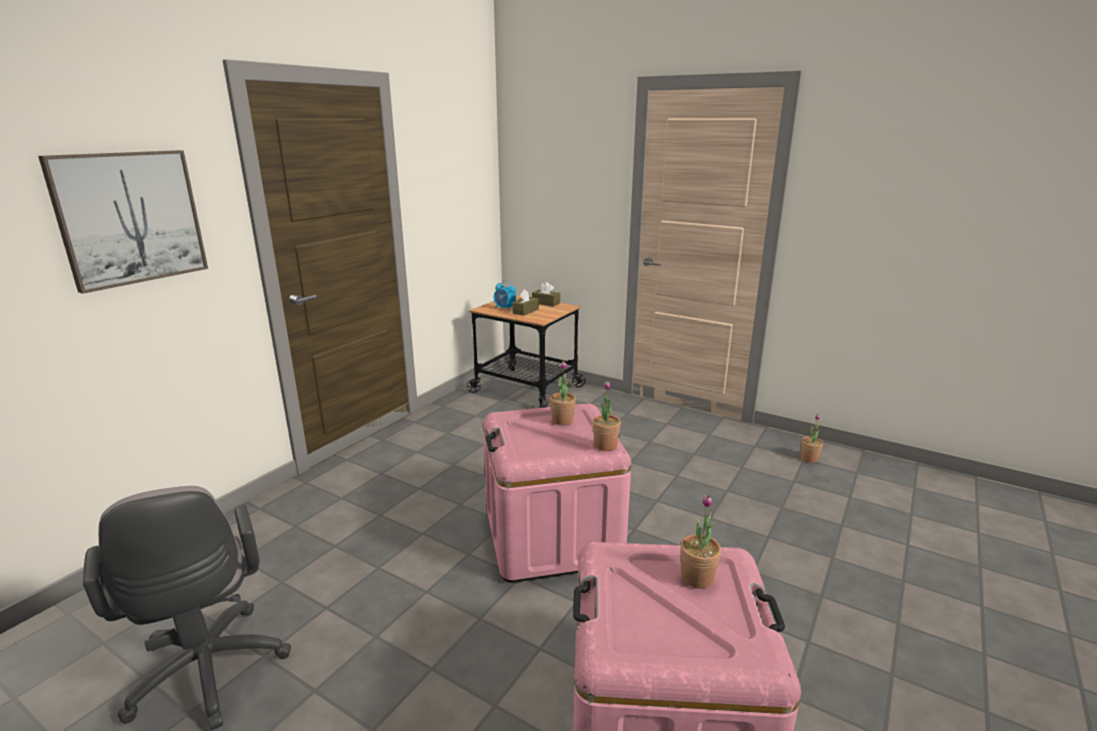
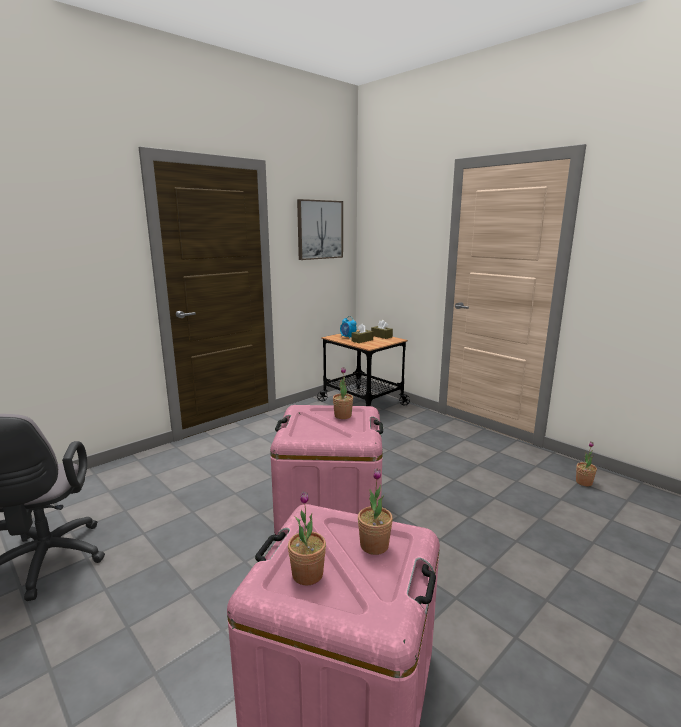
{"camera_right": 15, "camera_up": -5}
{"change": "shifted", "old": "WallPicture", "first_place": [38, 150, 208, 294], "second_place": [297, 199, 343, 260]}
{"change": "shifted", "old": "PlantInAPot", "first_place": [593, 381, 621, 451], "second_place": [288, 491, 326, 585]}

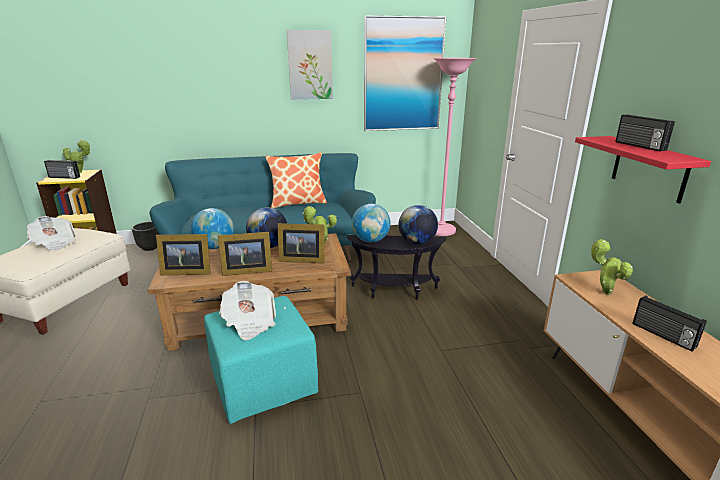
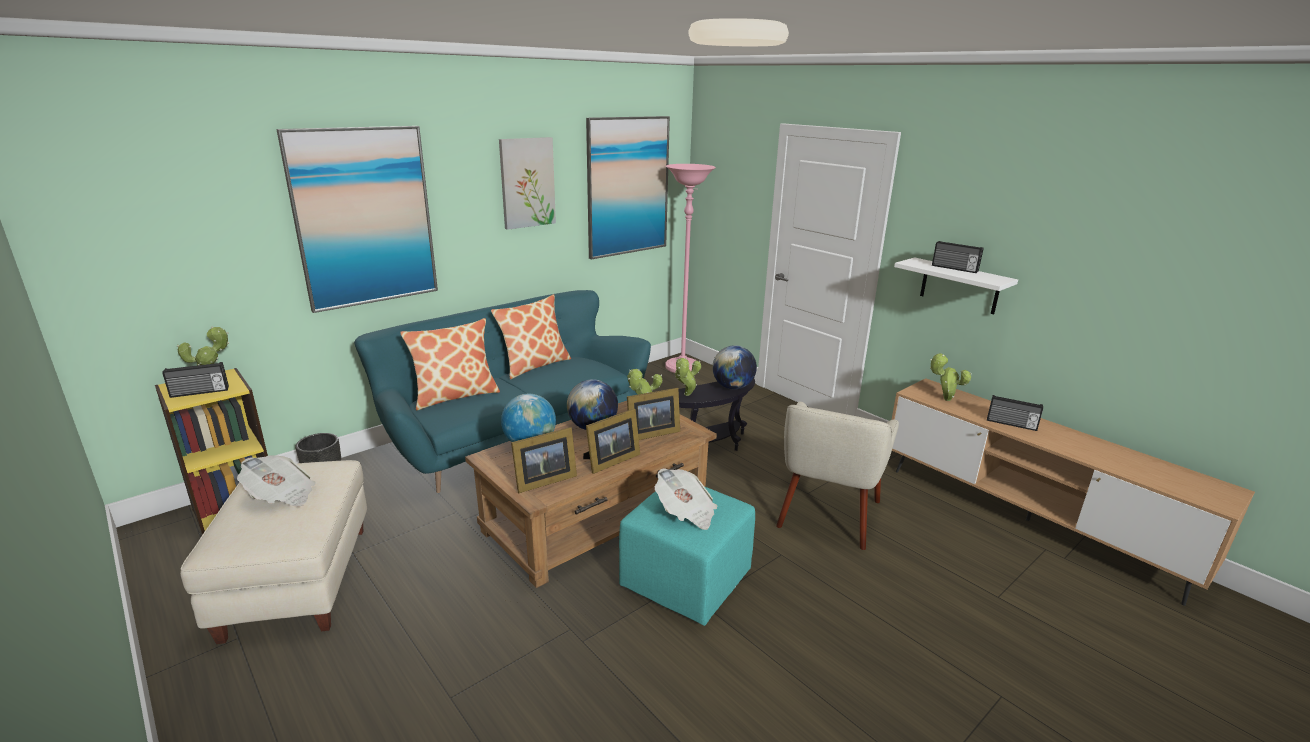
{"camera_right": -30, "camera_up": 0}
{"change": "swapped", "old": "Globe", "new": "PlantInAPot", "first_place": [352, 204, 391, 242], "second_place": [675, 358, 701, 396]}
{"change": "repainted", "old": "ReddishShelf", "new": "WhitishShelf", "first_place": [575, 136, 711, 204], "second_place": [894, 257, 1018, 314]}
{"change": "new", "new": "WallPicture", "second_place": [276, 126, 438, 313]}
{"change": "new", "new": "ThrowPillow", "second_place": [400, 318, 500, 410]}
{"change": "new", "new": "BeigeColouredLoungeChair", "second_place": [776, 401, 899, 550]}

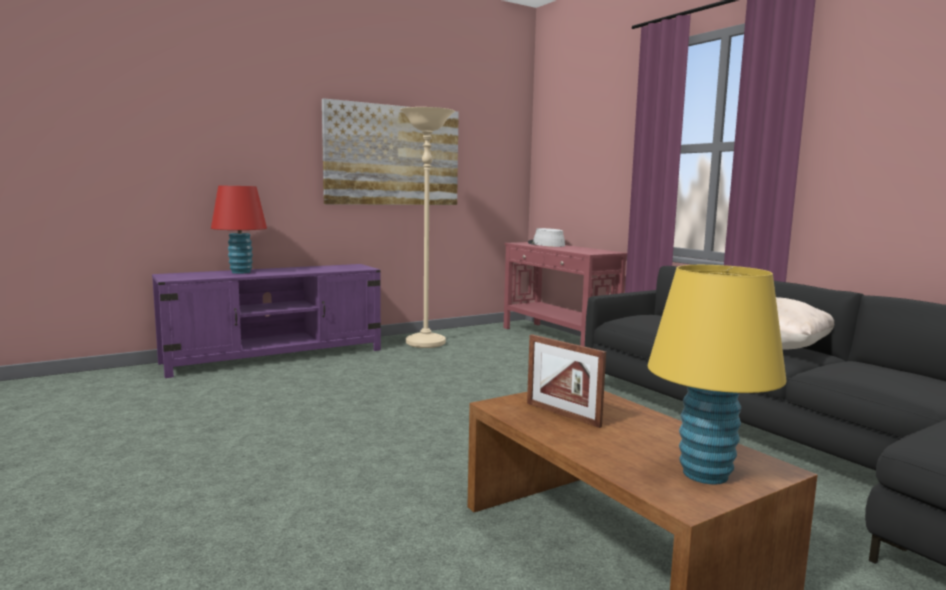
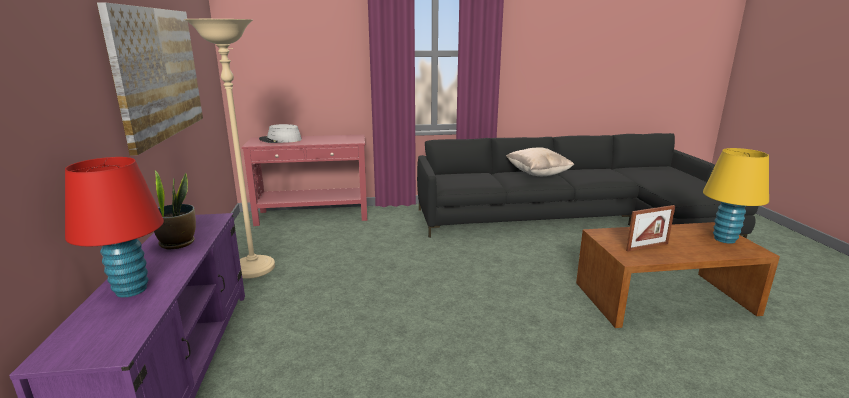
{"camera_right": -65, "camera_up": 10}
{"change": "new", "new": "PlantInAPot", "second_place": [154, 170, 196, 249]}

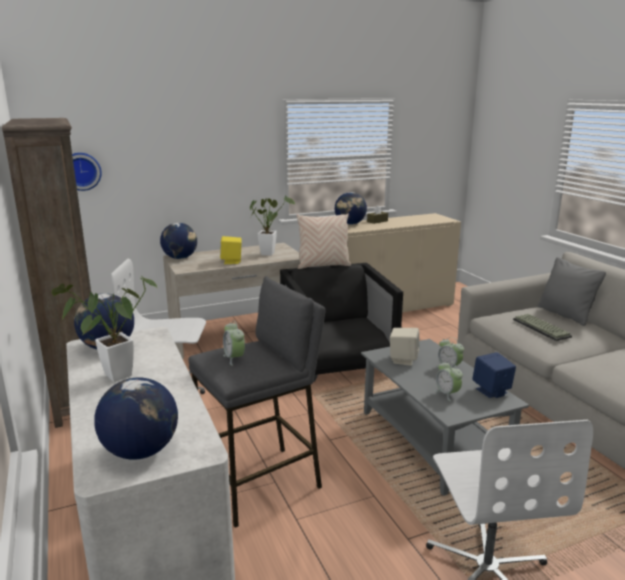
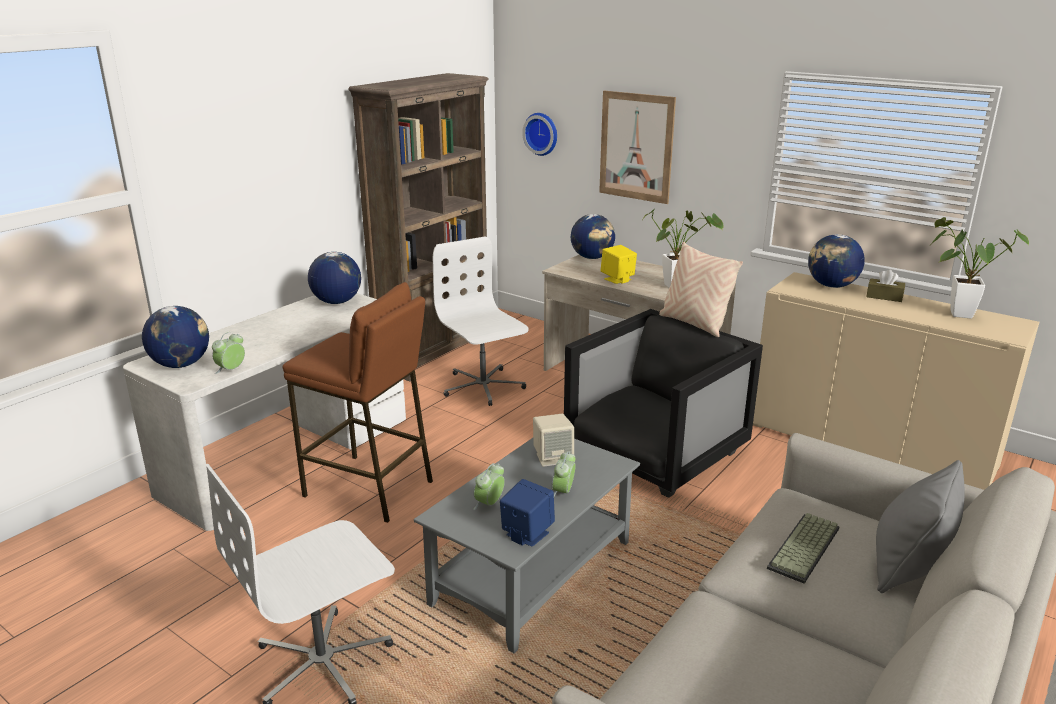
{"camera_right": 60, "camera_up": 5}
{"change": "shifted", "old": "PlantInAPot", "first_place": [52, 276, 157, 382], "second_place": [928, 217, 1029, 319]}
{"change": "repainted", "old": "GreyStool", "new": "BrownStool", "first_place": [188, 276, 326, 528], "second_place": [282, 282, 433, 523]}
{"change": "shifted", "old": "AlarmClock", "first_place": [223, 321, 245, 366], "second_place": [212, 332, 245, 374]}
{"change": "new", "new": "WallPicture", "second_place": [599, 91, 676, 204]}

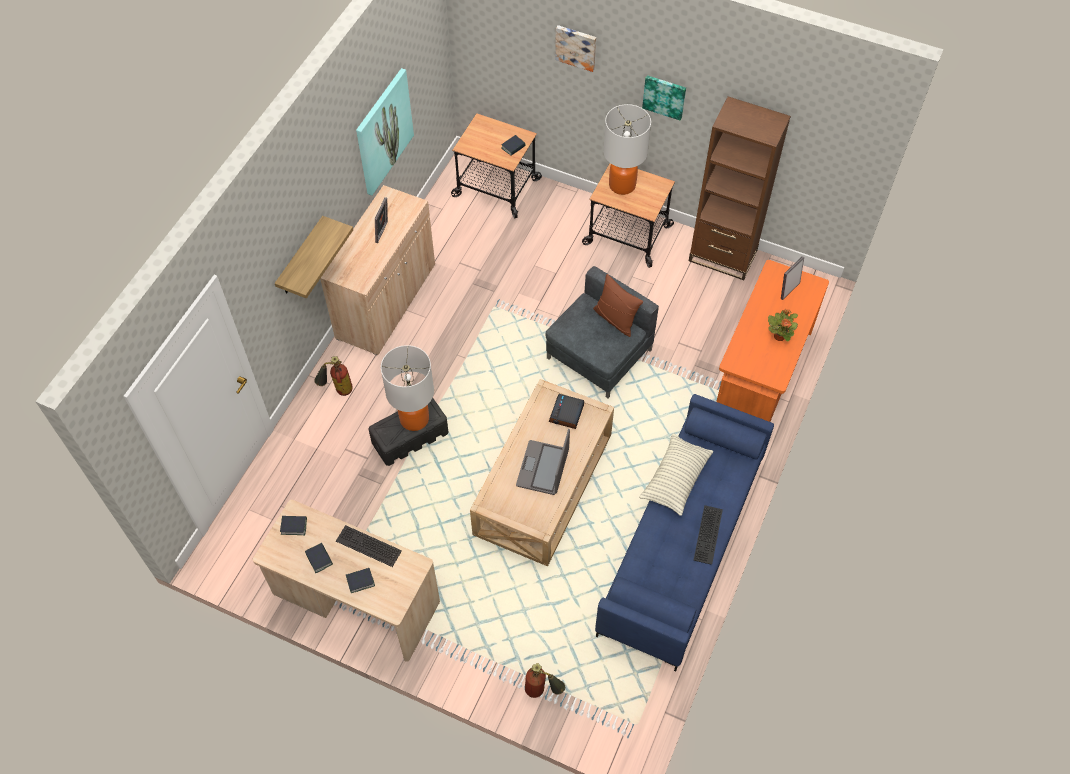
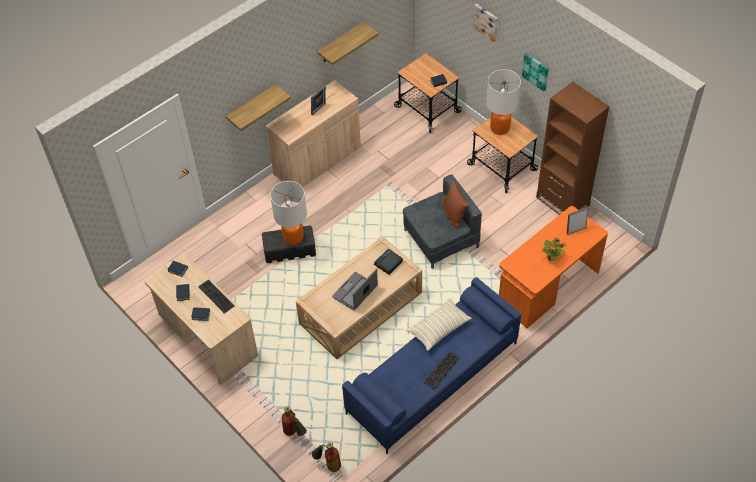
{"camera_right": 25, "camera_up": -5}
{"change": "shifted", "old": "FireExtinguisher", "first_place": [314, 356, 353, 396], "second_place": [312, 442, 341, 472]}
{"change": "swapped", "old": "WallPicture", "new": "Shelf", "first_place": [356, 68, 414, 196], "second_place": [317, 22, 378, 65]}

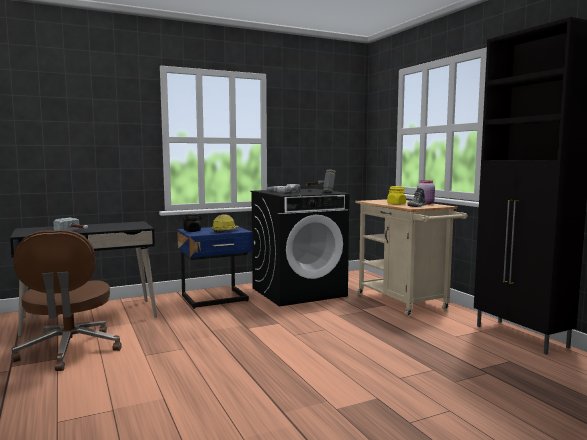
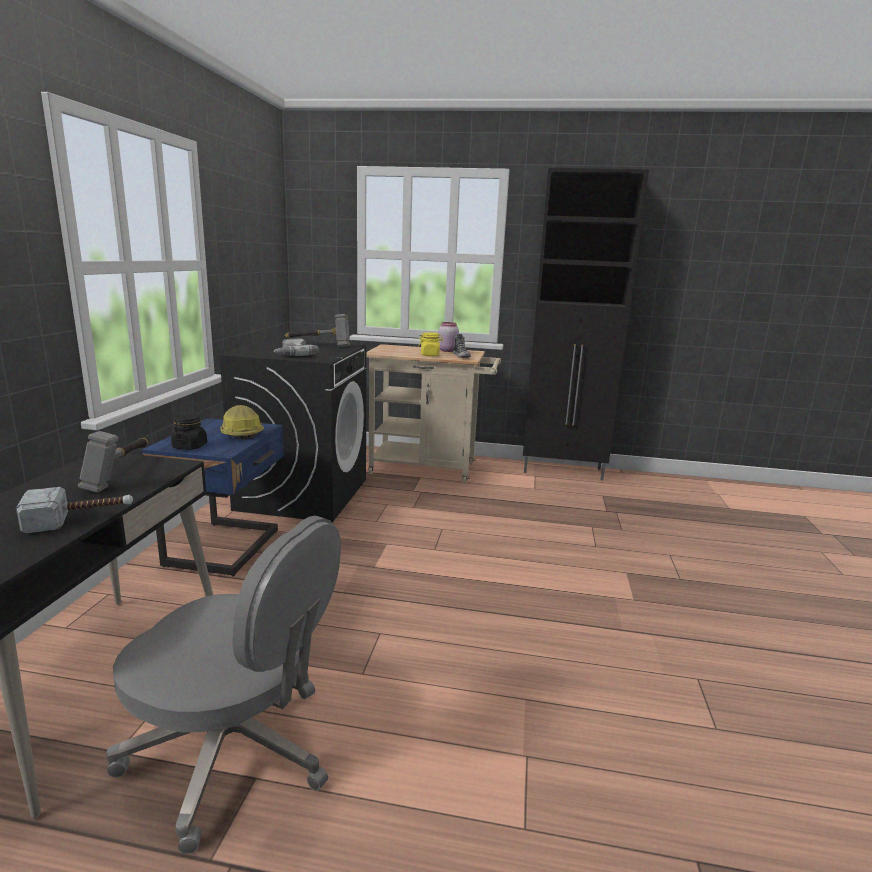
{"camera_right": -55, "camera_up": 10}
{"change": "repainted", "old": "BrownComputerChair", "new": "GreyComputerChair", "first_place": [11, 230, 122, 371], "second_place": [106, 516, 341, 854]}
{"change": "new", "new": "ToolHammer", "second_place": [78, 431, 148, 493]}

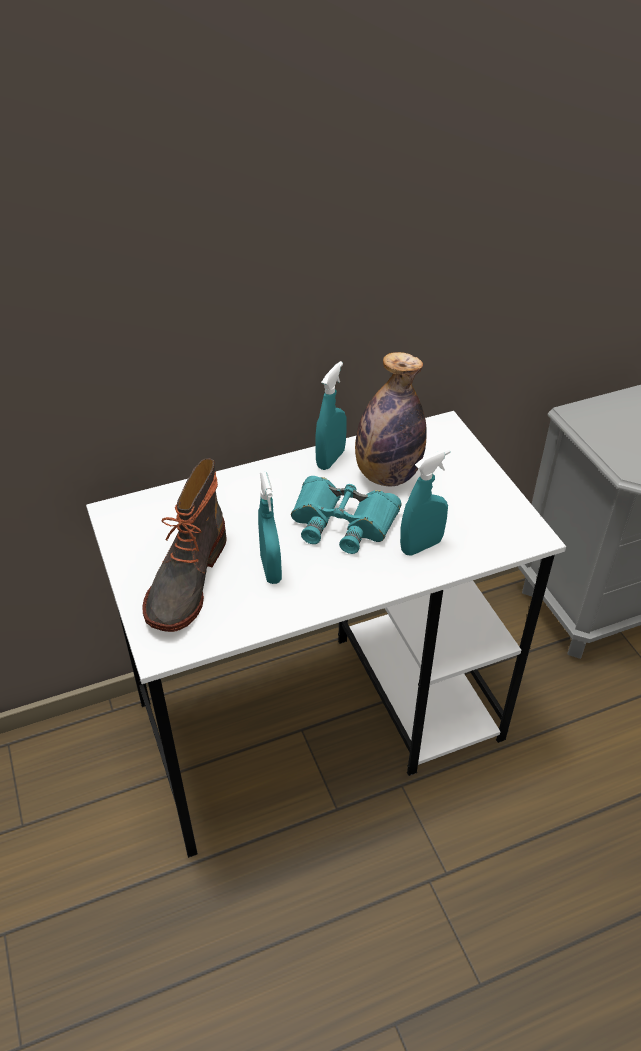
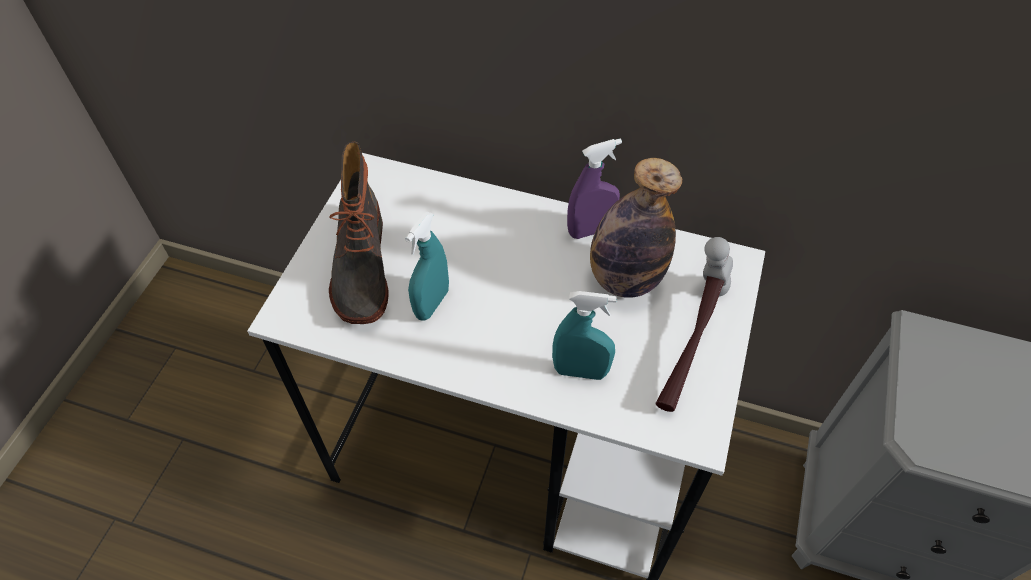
{"camera_right": 40, "camera_up": 10}
{"change": "rotated", "old": "Boot", "first_place": [143, 458, 227, 632], "second_place": [329, 142, 388, 324], "degrees": -60}
{"change": "gone", "old": "TurquoiseColouredBinoculars", "first_place": [291, 476, 402, 554]}
{"change": "repainted", "old": "TurquoiseColouredHandSprayer", "new": "PurpleColouredHandSprayer", "first_place": [315, 361, 347, 470], "second_place": [567, 138, 622, 239]}
{"change": "new", "new": "ToolHammer", "second_place": [656, 237, 733, 412]}

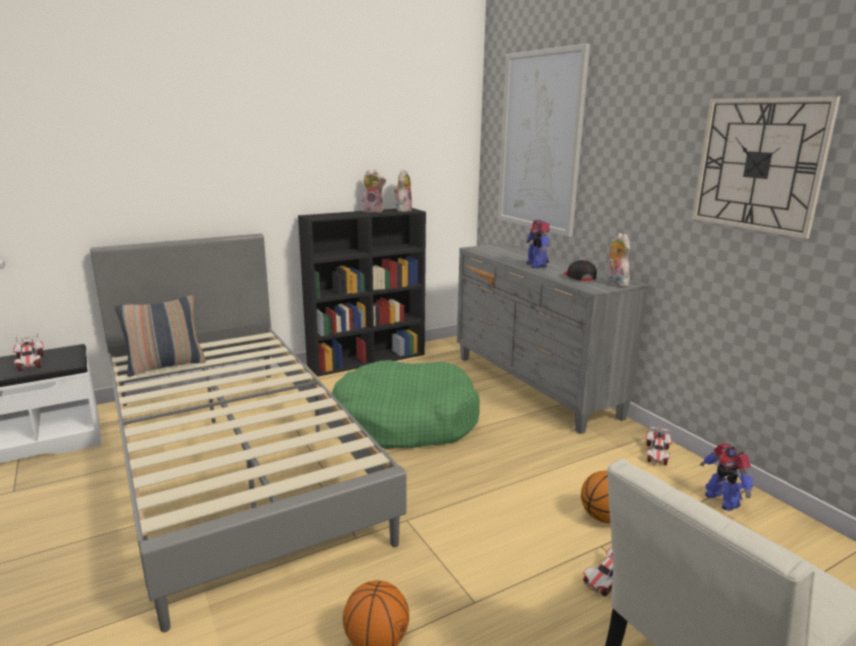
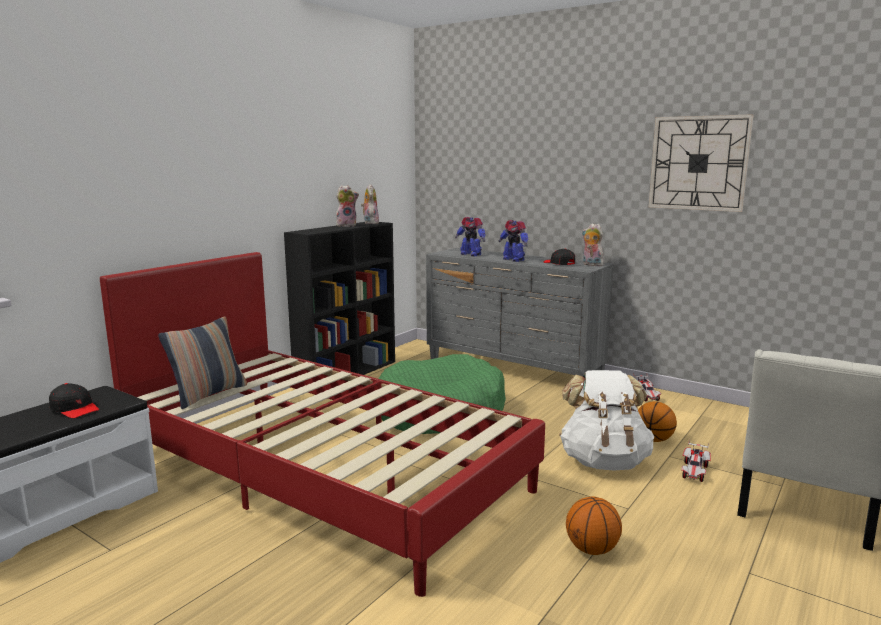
{"camera_right": -25, "camera_up": -5}
{"change": "swapped", "old": "ToyCar", "new": "BlackishBaseballCap", "first_place": [13, 333, 44, 371], "second_place": [49, 383, 99, 418]}
{"change": "repainted", "old": "GreySleepingBed", "new": "ReddishSleepingBed", "first_place": [90, 234, 407, 632], "second_place": [100, 252, 545, 597]}
{"change": "gone", "old": "WallPicture", "first_place": [498, 44, 590, 237]}
{"change": "shifted", "old": "ToyRobot", "first_place": [700, 443, 753, 511], "second_place": [455, 217, 486, 256]}
{"change": "new", "new": "WhitishRucksack", "second_place": [559, 370, 654, 471]}

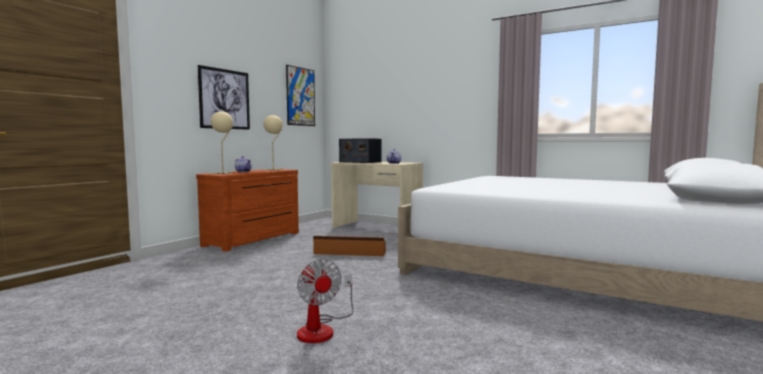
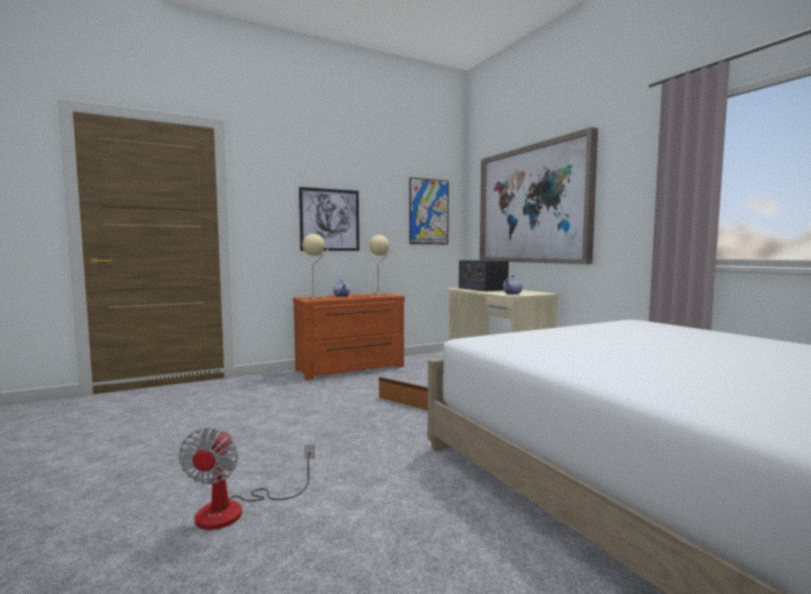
{"camera_right": 30, "camera_up": 0}
{"change": "new", "new": "WallPicture", "second_place": [479, 127, 598, 264]}

